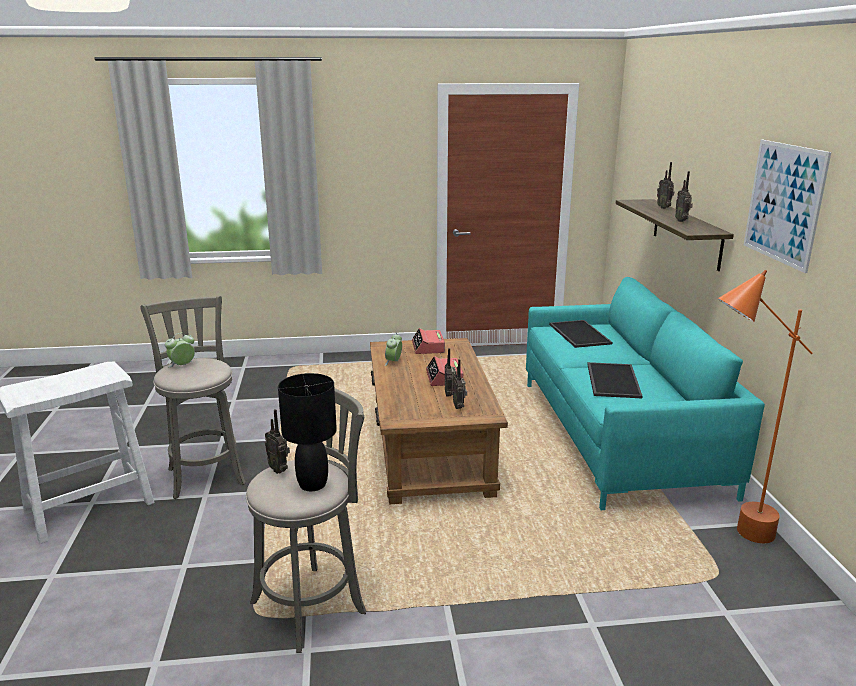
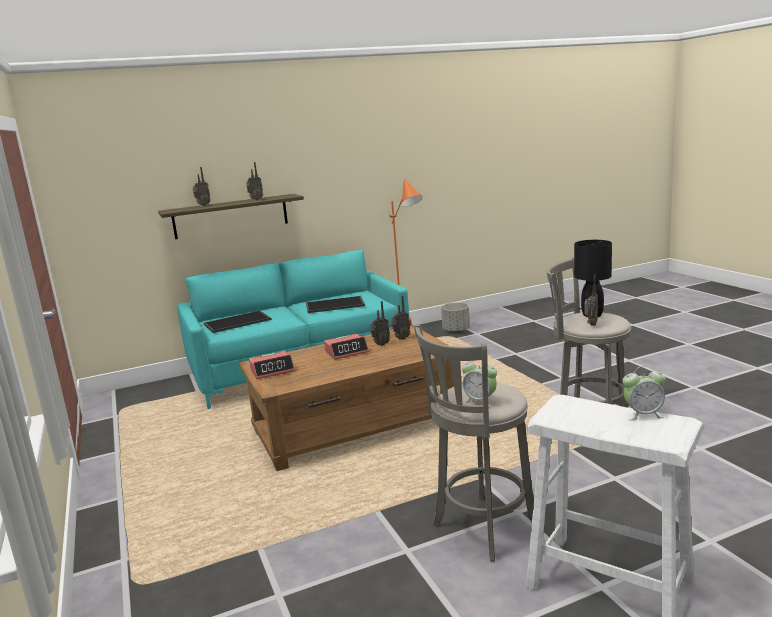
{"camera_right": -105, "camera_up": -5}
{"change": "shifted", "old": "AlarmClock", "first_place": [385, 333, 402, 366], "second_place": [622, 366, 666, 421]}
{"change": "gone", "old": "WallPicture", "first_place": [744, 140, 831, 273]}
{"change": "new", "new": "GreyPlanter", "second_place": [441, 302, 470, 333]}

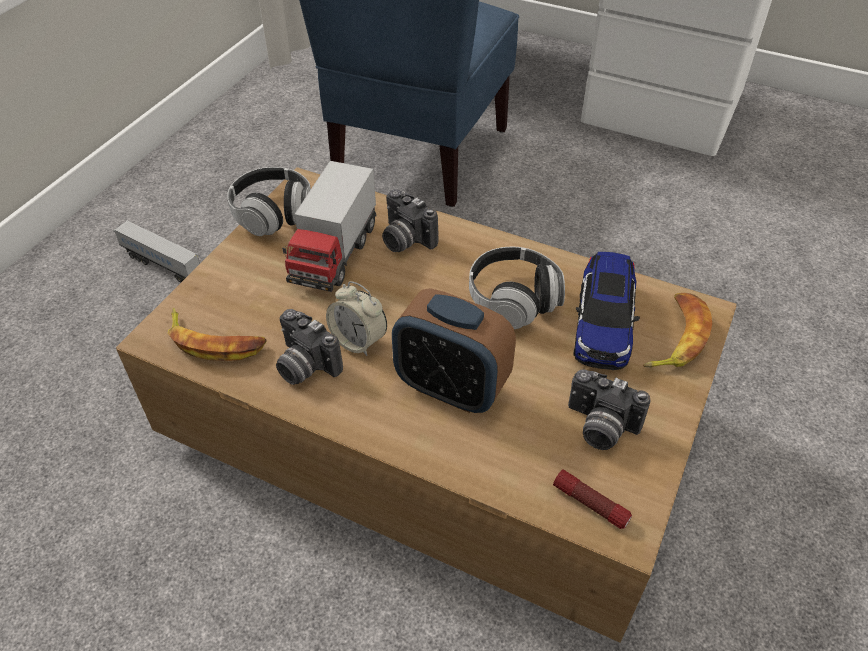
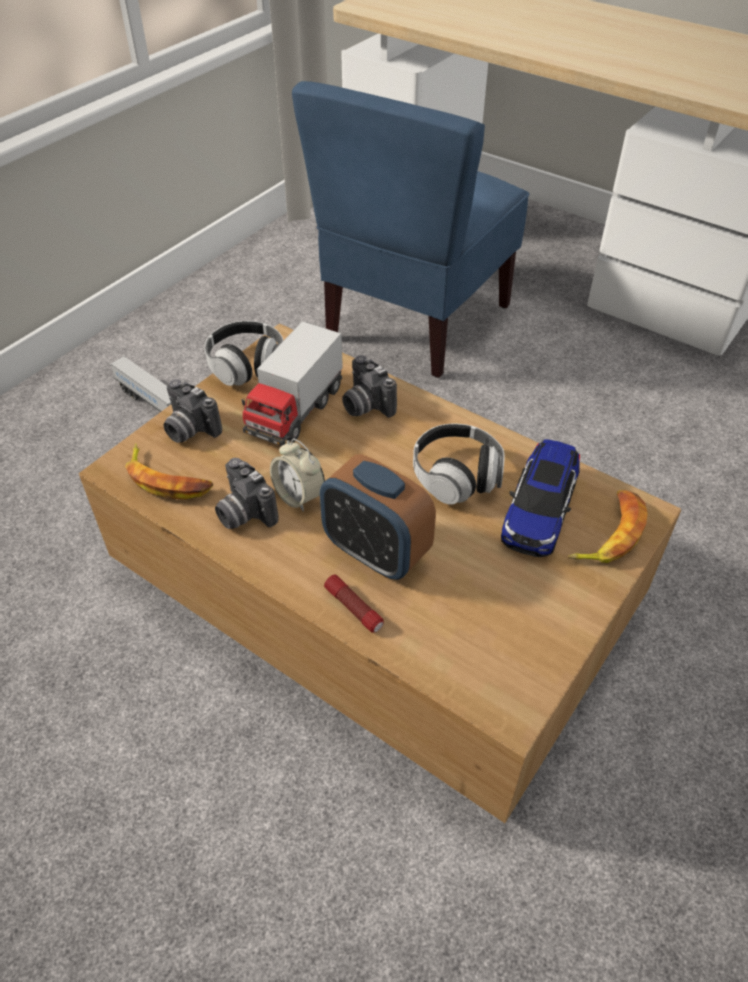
{"camera_right": 10, "camera_up": 0}
{"change": "shifted", "old": "Torch", "first_place": [553, 469, 632, 529], "second_place": [324, 574, 384, 633]}
{"change": "shifted", "old": "StillCamera", "first_place": [568, 369, 651, 450], "second_place": [164, 379, 222, 443]}

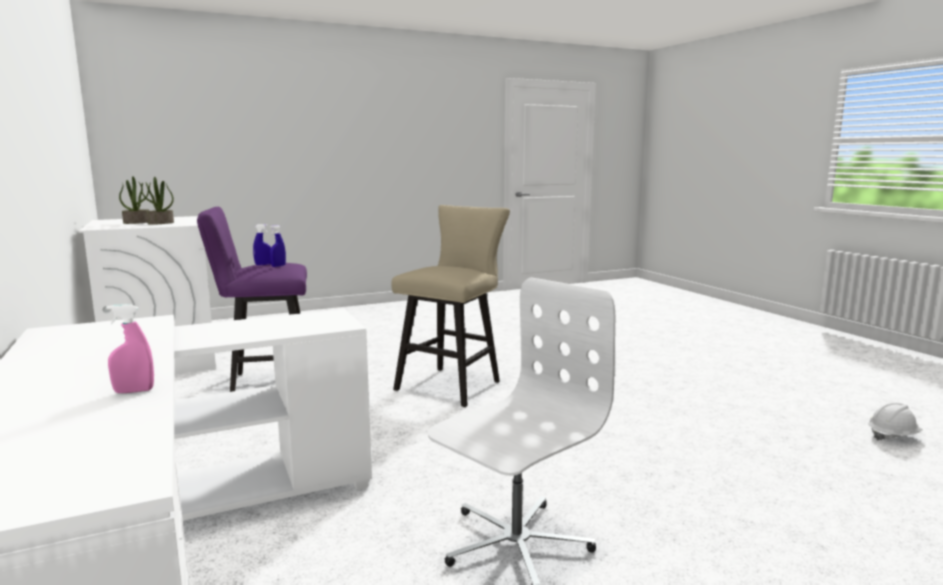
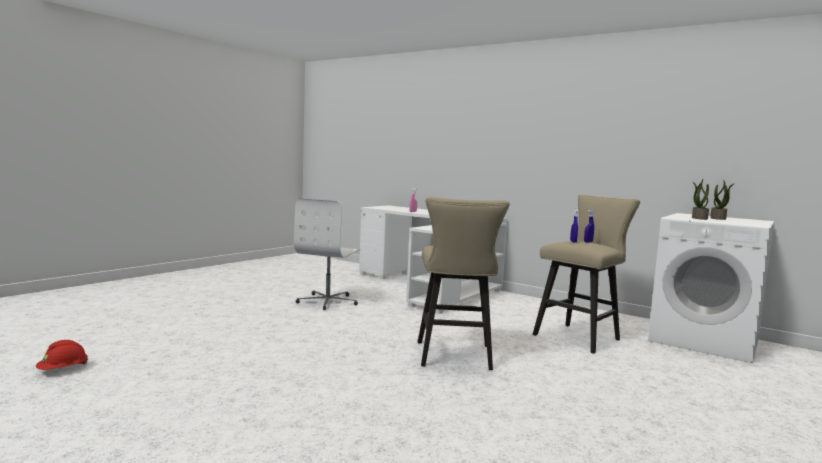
{"camera_right": 150, "camera_up": -5}
{"change": "repainted", "old": "PurpleColouredStool", "new": "BeigeColouredStool", "first_place": [197, 207, 307, 392], "second_place": [533, 195, 640, 354]}
{"change": "repainted", "old": "WhitishHardHat", "new": "ReddishHardHat", "first_place": [869, 403, 923, 441], "second_place": [36, 340, 88, 370]}

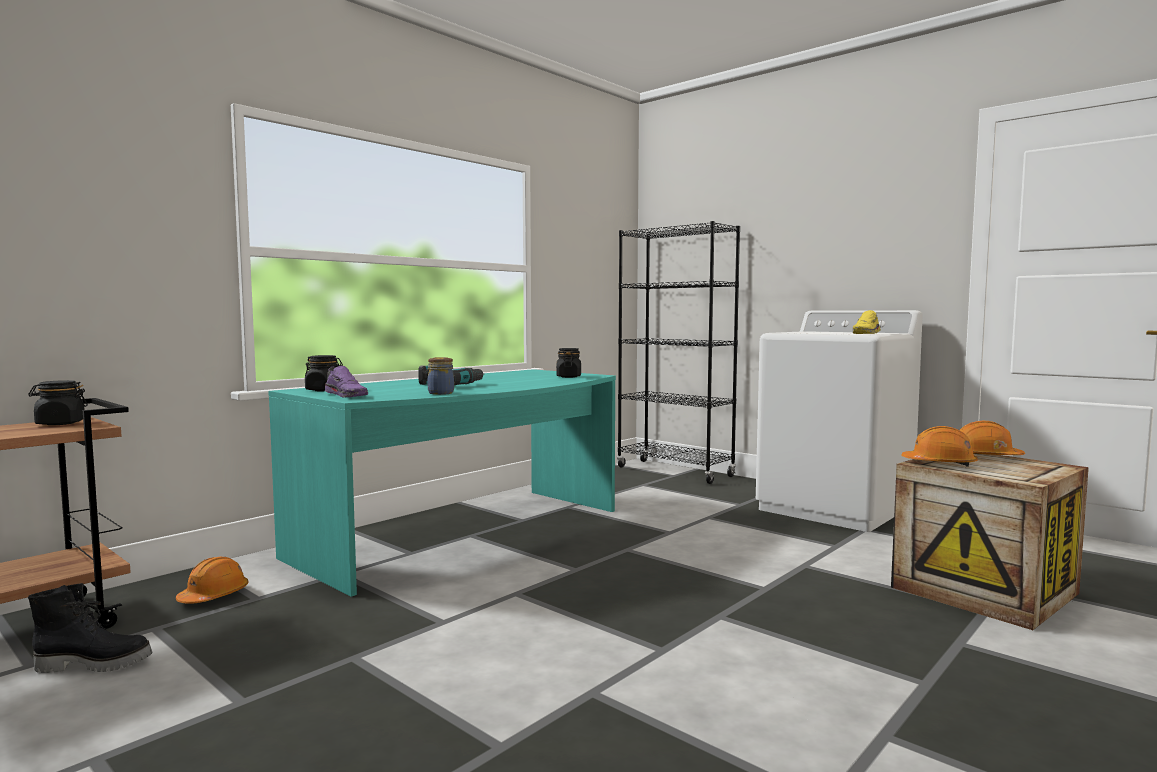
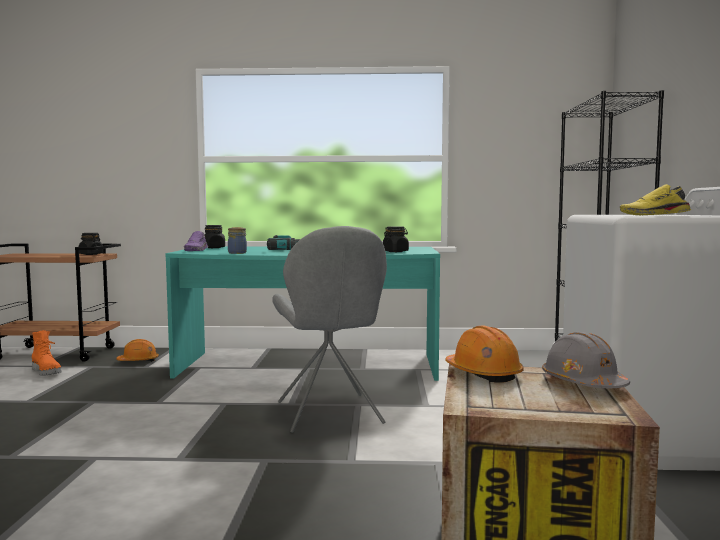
{"camera_right": 50, "camera_up": 0}
{"change": "repainted", "old": "BlackishBoot", "new": "OrangeyBoot", "first_place": [28, 583, 152, 673], "second_place": [32, 330, 61, 376]}
{"change": "repainted", "old": "OrangeyHardHat", "new": "GreyHardHat", "first_place": [960, 421, 1025, 455], "second_place": [542, 332, 630, 388]}
{"change": "new", "new": "GreyChair", "second_place": [272, 226, 387, 433]}

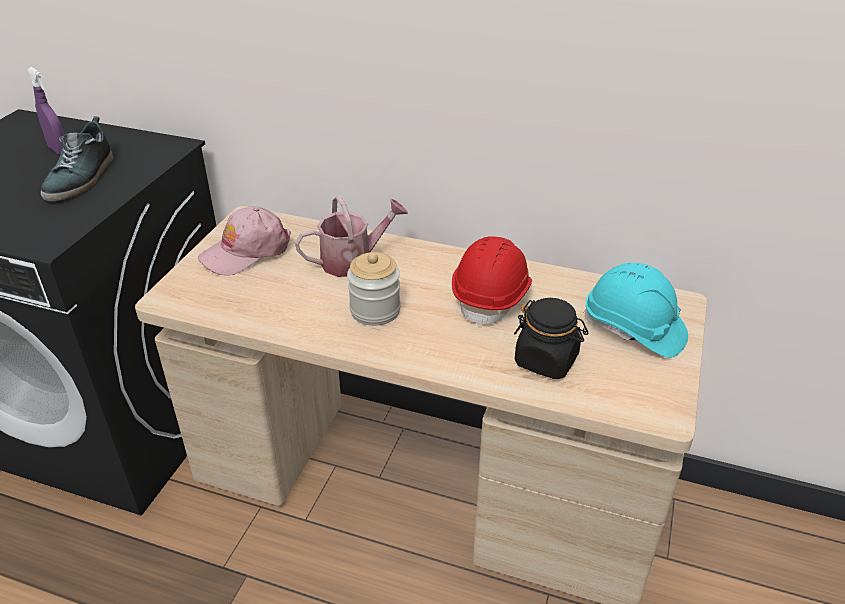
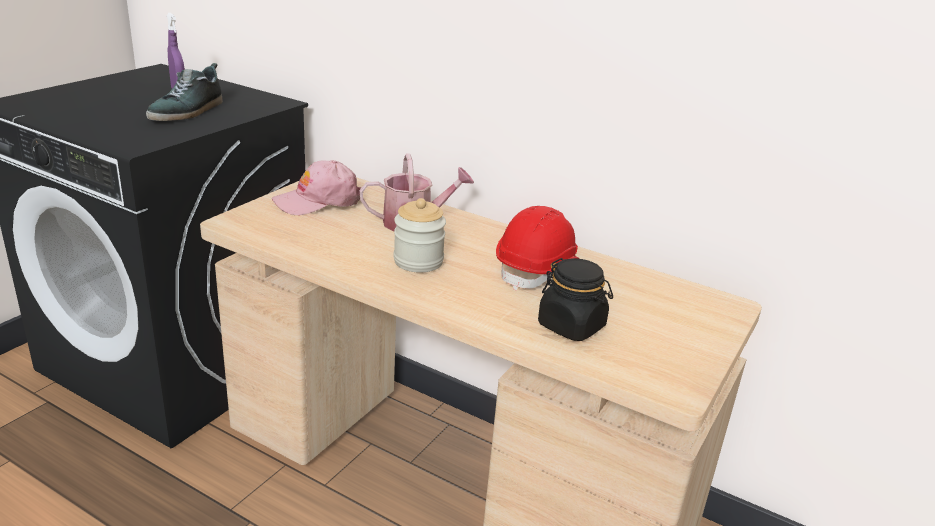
{"camera_right": 10, "camera_up": -10}
{"change": "gone", "old": "TurquoiseColouredHardHat", "first_place": [584, 263, 688, 358]}

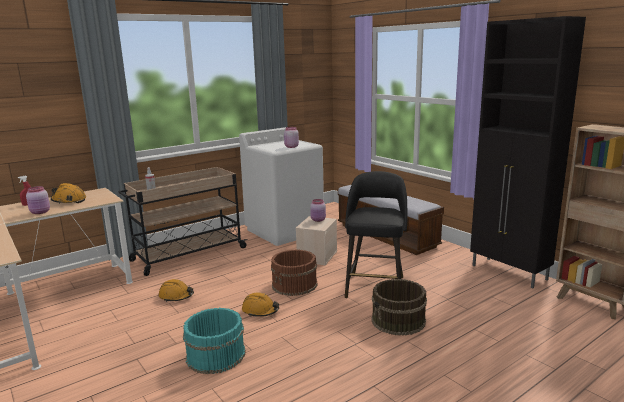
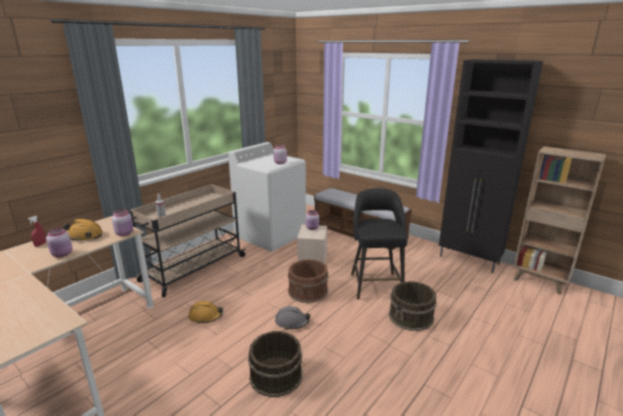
{"camera_right": -15, "camera_up": 5}
{"change": "repainted", "old": "TurquoiseColouredPail", "new": "BrownPail", "first_place": [183, 308, 246, 374], "second_place": [248, 331, 302, 397]}
{"change": "repainted", "old": "OrangeyHardHat", "new": "GreyHardHat", "first_place": [242, 293, 279, 317], "second_place": [275, 306, 311, 330]}
{"change": "new", "new": "PinkJar", "second_place": [112, 210, 133, 236]}

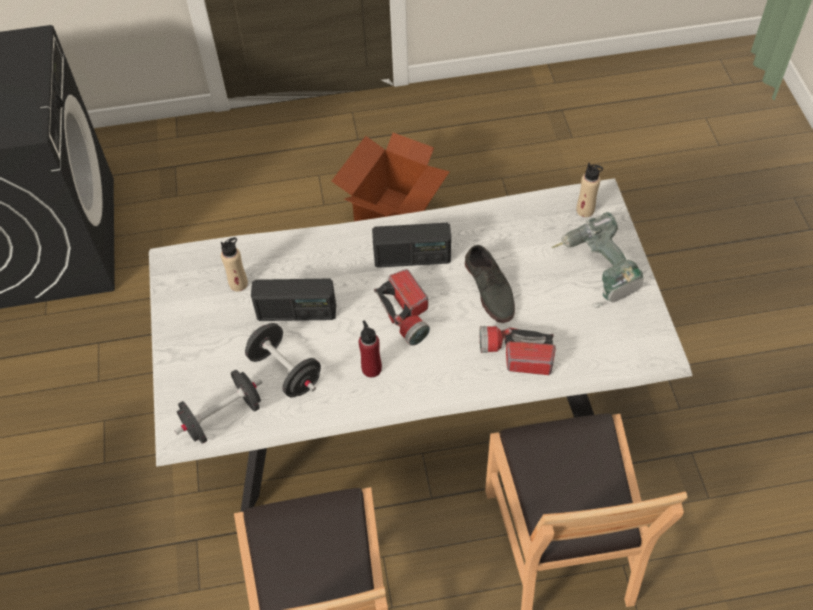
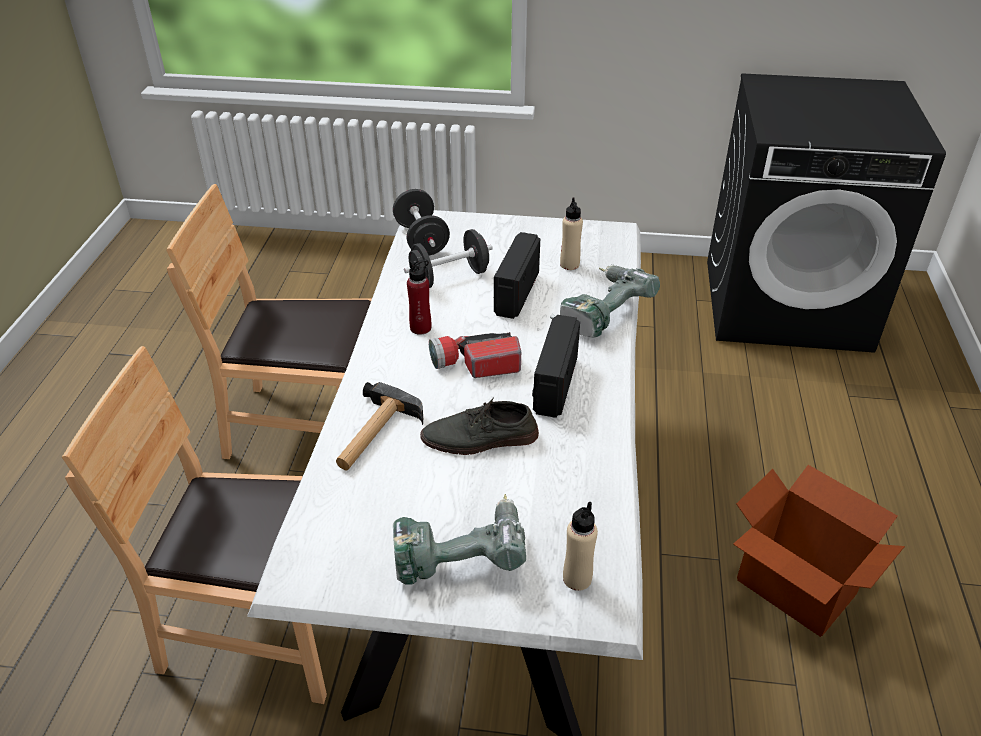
{"camera_right": 105, "camera_up": -15}
{"change": "swapped", "old": "Torch", "new": "ToolHammer", "first_place": [480, 326, 556, 375], "second_place": [336, 382, 423, 471]}
{"change": "new", "new": "ElectricDrill", "second_place": [550, 264, 660, 338]}

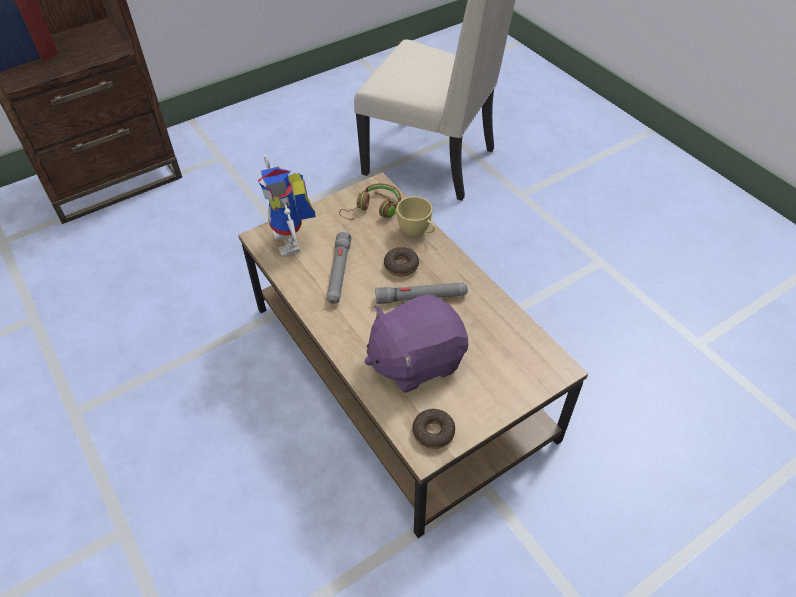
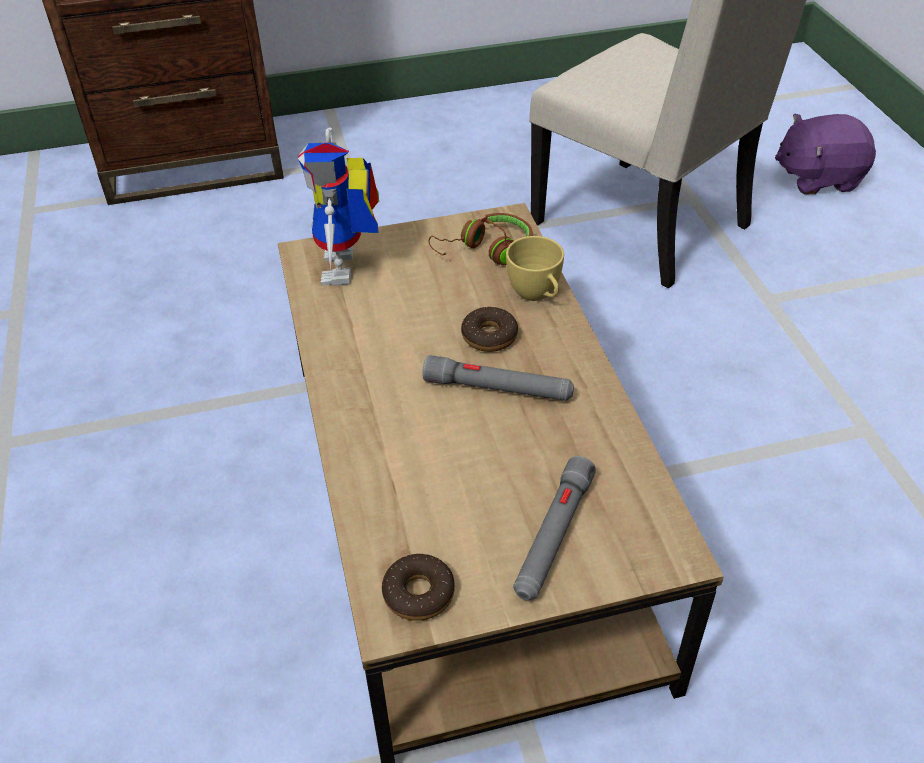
{"camera_right": 20, "camera_up": -5}
{"change": "shifted", "old": "GreyTorch", "first_place": [327, 231, 352, 304], "second_place": [513, 456, 596, 600]}
{"change": "shifted", "old": "PurpleColouredCuddlyToy", "first_place": [365, 294, 468, 393], "second_place": [775, 113, 876, 195]}

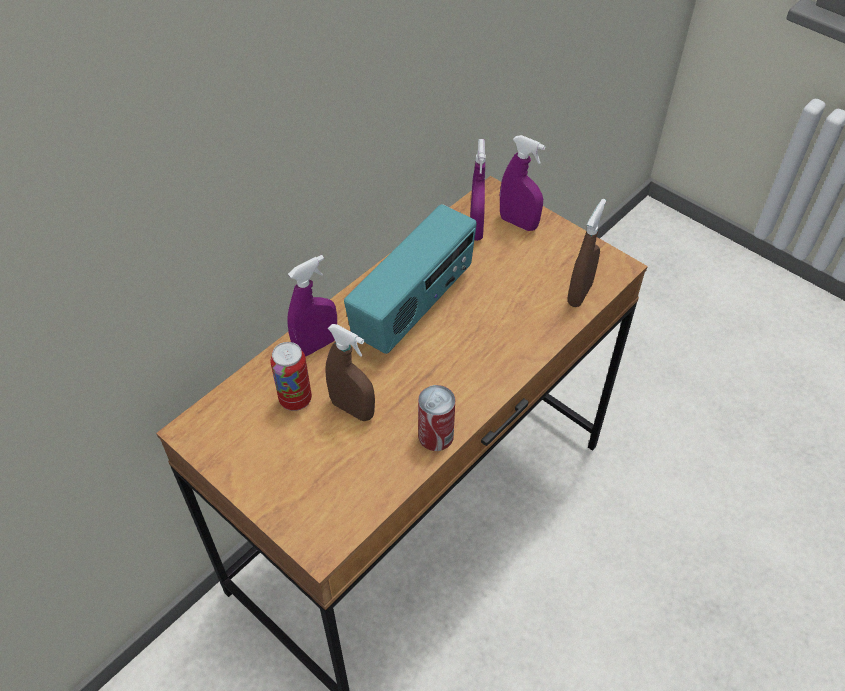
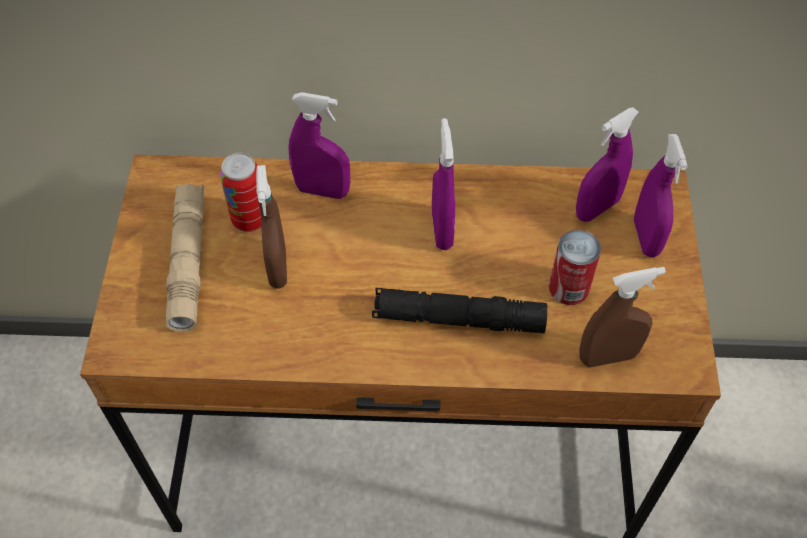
{"camera_right": 50, "camera_up": 5}
{"change": "swapped", "old": "RadioSet", "new": "PurpleColouredHandSprayer", "first_place": [344, 204, 477, 354], "second_place": [432, 118, 455, 250]}
{"change": "shifted", "old": "SealedCan", "first_place": [418, 385, 455, 451], "second_place": [549, 230, 601, 305]}
{"change": "new", "new": "BeigeColouredTorch", "second_place": [166, 184, 204, 332]}
{"change": "new", "new": "BlackishTorch", "second_place": [372, 288, 547, 333]}

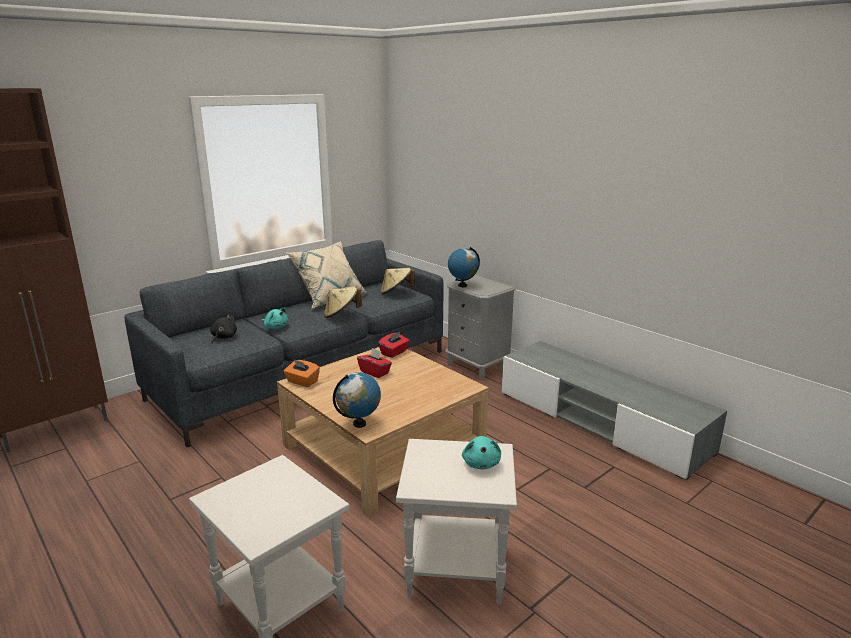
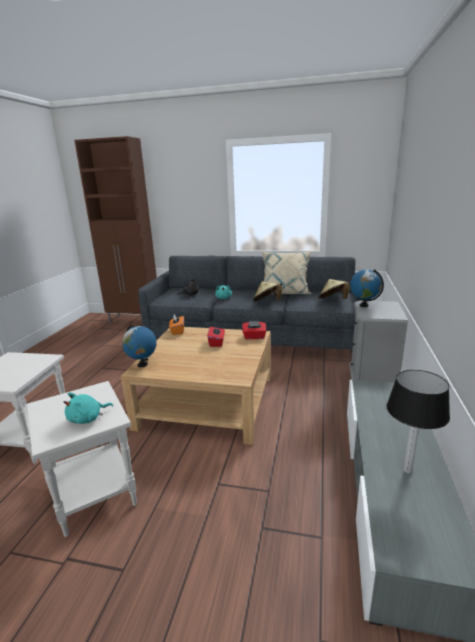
{"camera_right": 55, "camera_up": 0}
{"change": "new", "new": "TabletopLamp", "second_place": [386, 370, 450, 474]}

